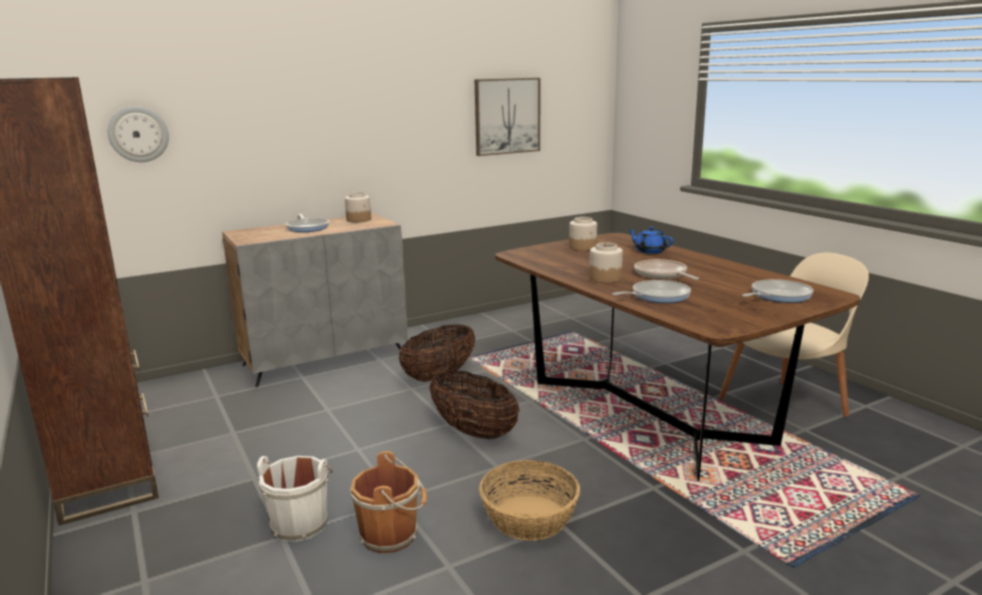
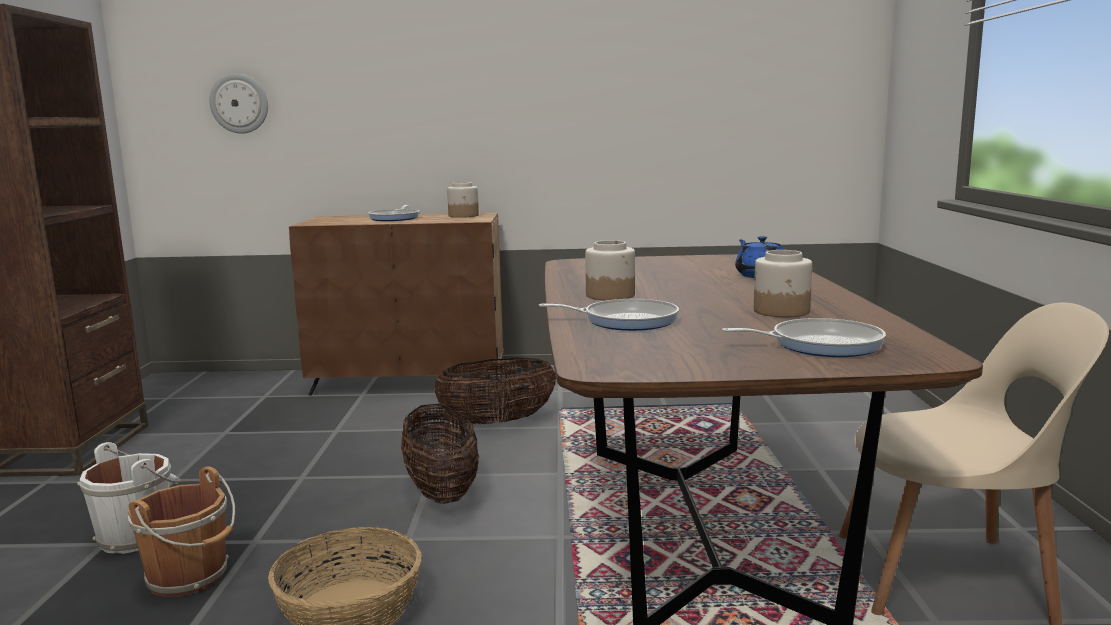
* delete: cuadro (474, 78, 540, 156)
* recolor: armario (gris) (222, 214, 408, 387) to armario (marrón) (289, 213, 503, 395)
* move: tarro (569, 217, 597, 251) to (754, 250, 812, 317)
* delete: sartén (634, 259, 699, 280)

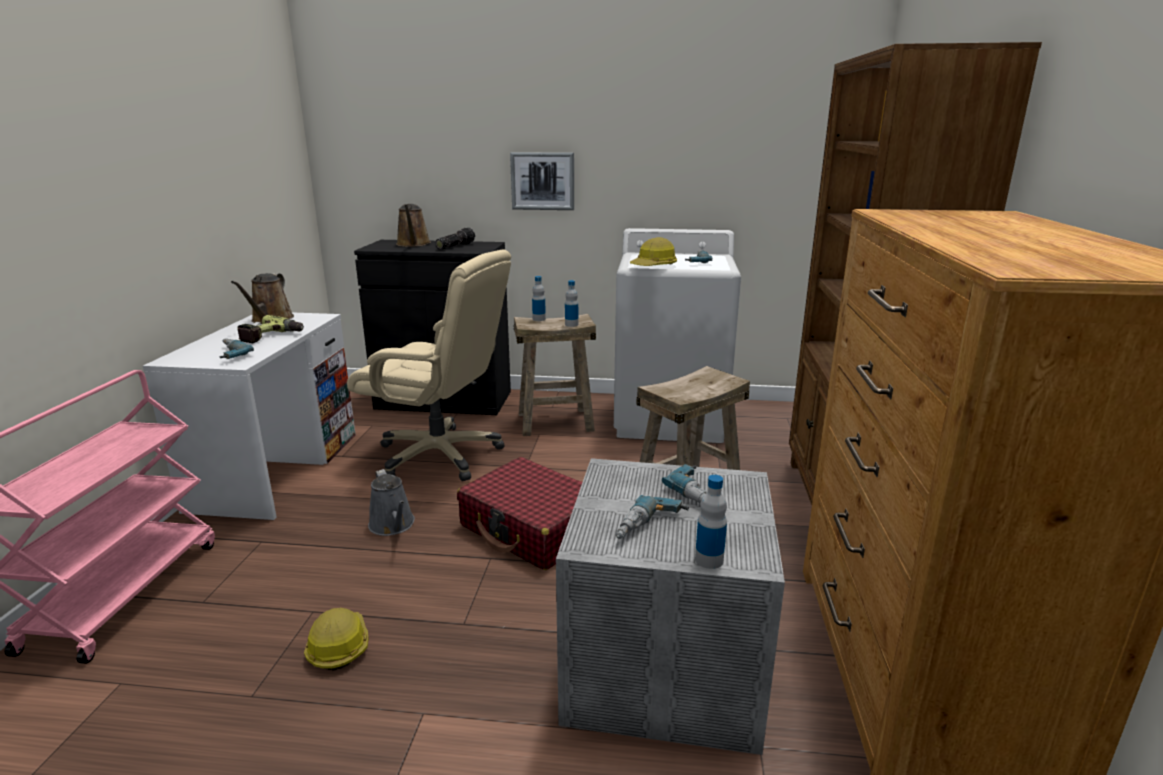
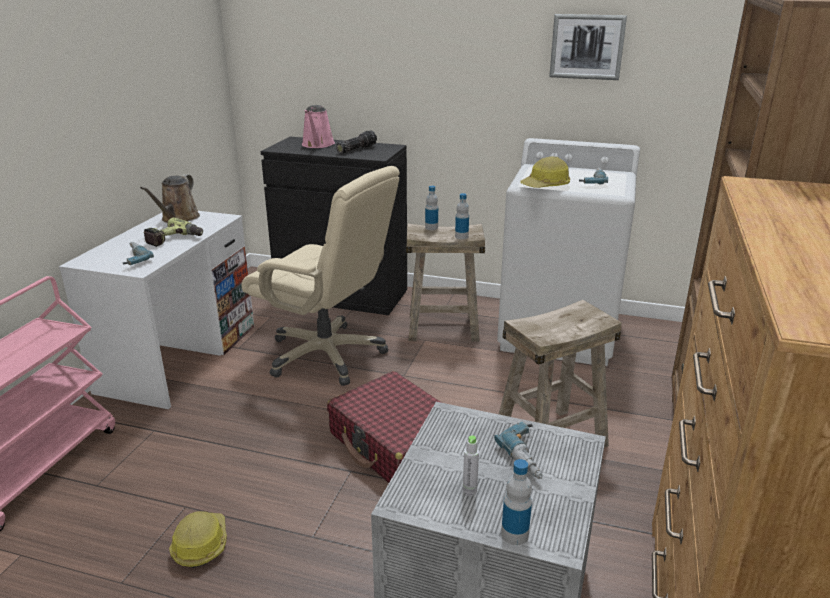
* move: cuadro (510, 152, 574, 210) to (549, 14, 627, 80)
* recolor: regadera (marrón) (396, 204, 431, 247) to regadera (rosa) (302, 105, 335, 148)
* delete: regadera (gris) (368, 469, 415, 536)
* replace: taladro (616, 495, 689, 539) to botella (gris) (463, 435, 479, 496)

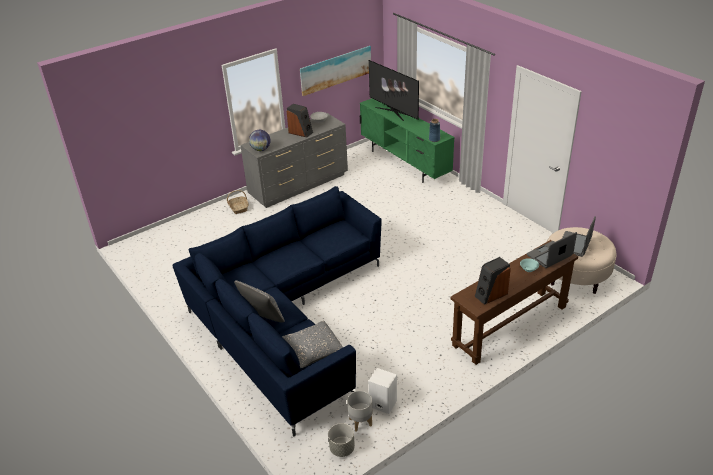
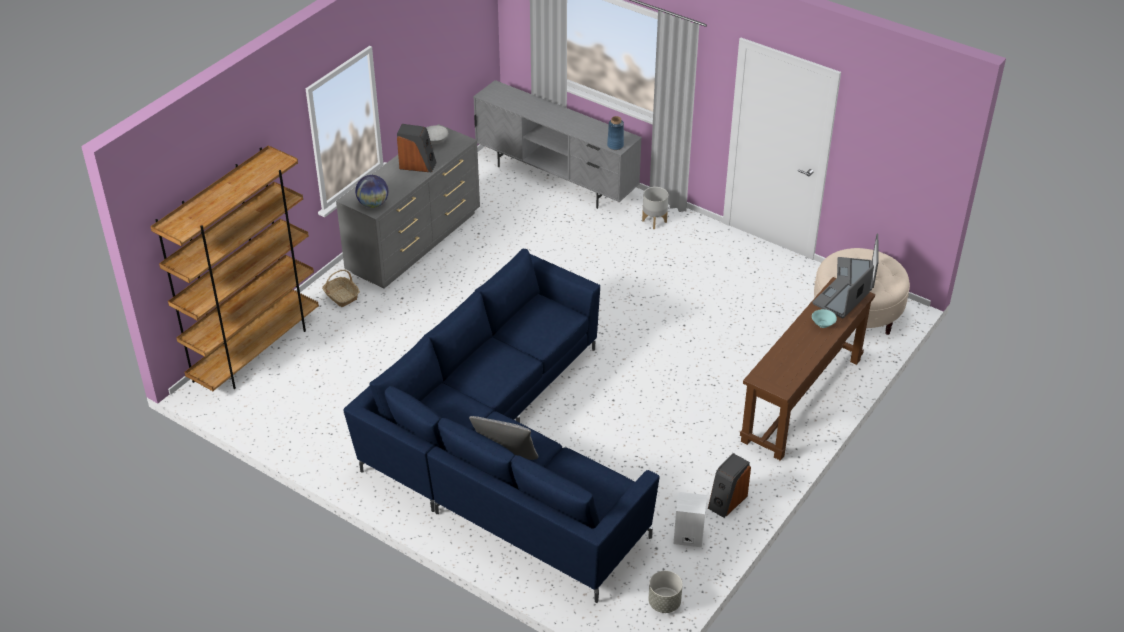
* delete: cuadro (300, 46, 371, 96)
* delete: televisor (369, 60, 419, 121)
* recolor: mueble de televisión (verde) (360, 98, 454, 183) to mueble de televisión (gris) (473, 80, 642, 209)
* move: altavoz (475, 257, 511, 305) to (708, 453, 751, 518)
* delete: cojín (gris) (282, 321, 343, 368)
* move: maceta (gris) (347, 391, 372, 432) to (642, 187, 668, 229)
* insert: estantería (marrón) (150, 145, 319, 391)

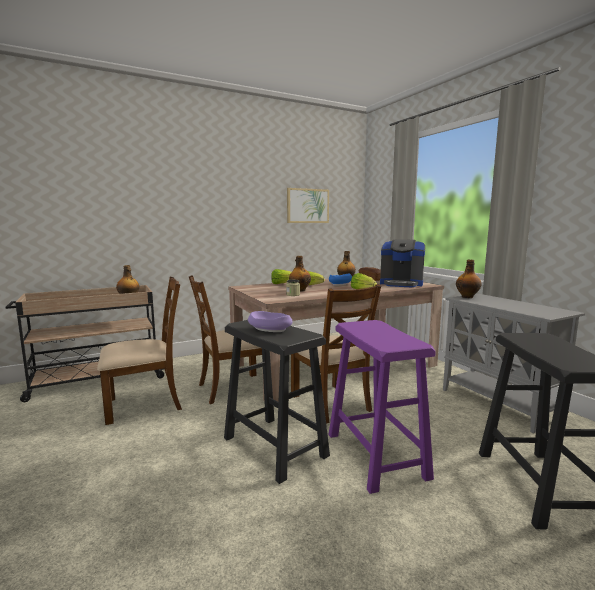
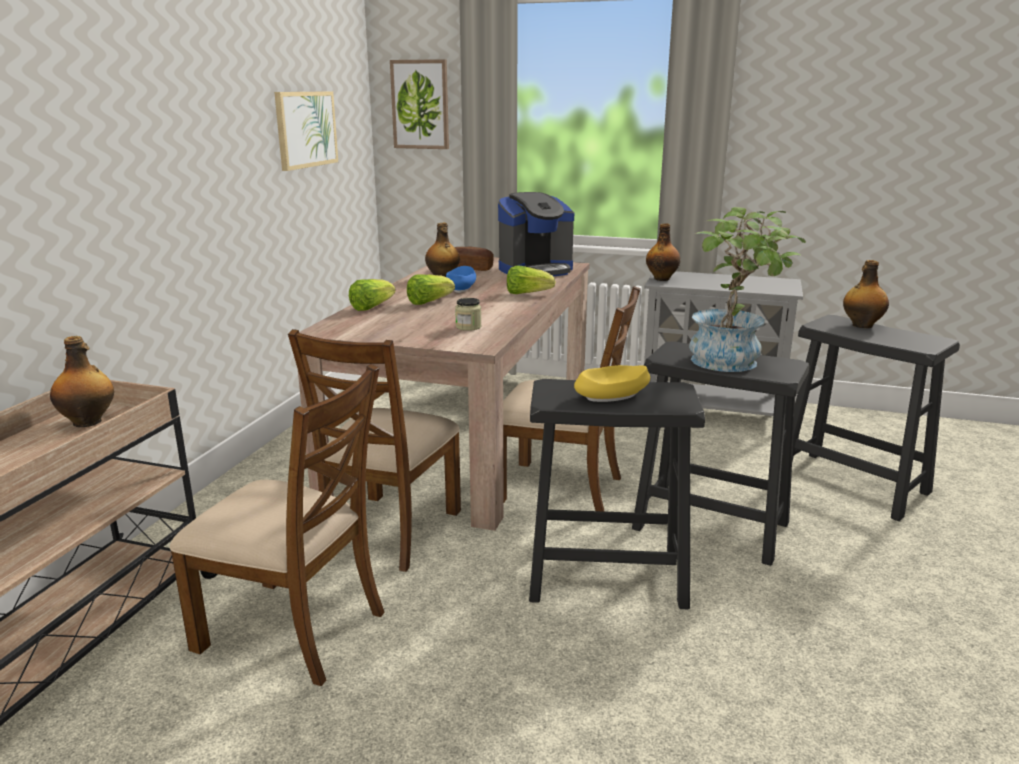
* move: botella (289, 256, 311, 292) to (843, 260, 889, 328)
* rotate: silla (marrón) (97, 276, 182, 425) = (170, 364, 385, 686) 90 degrees clockwise
* recolor: cuenco (morado) (248, 311, 293, 332) to cuenco (amarillo) (574, 365, 650, 402)
* recolor: taburete (morado) (329, 320, 436, 494) to taburete (negro) (632, 341, 809, 566)
* insert: cuadro (390, 59, 449, 149)
* insert: planta en maceta (689, 207, 806, 372)

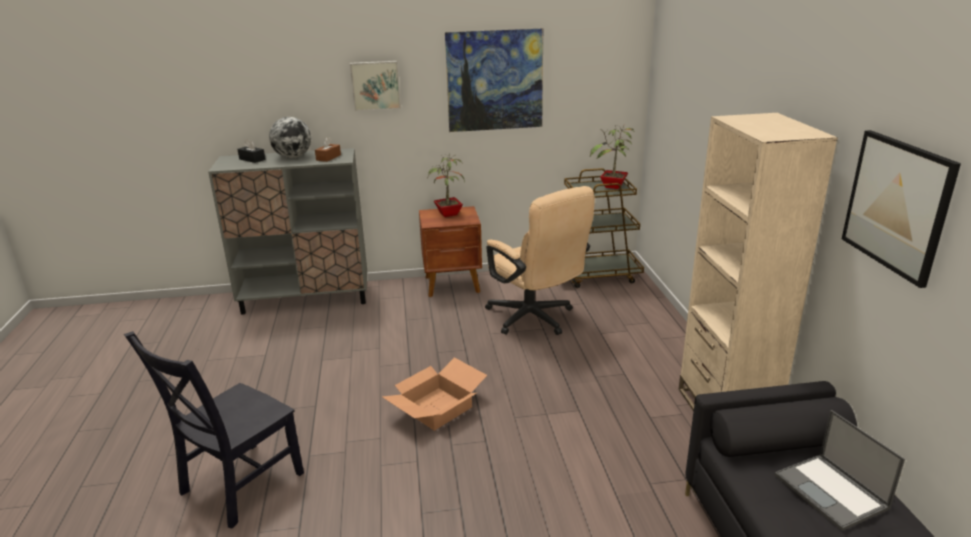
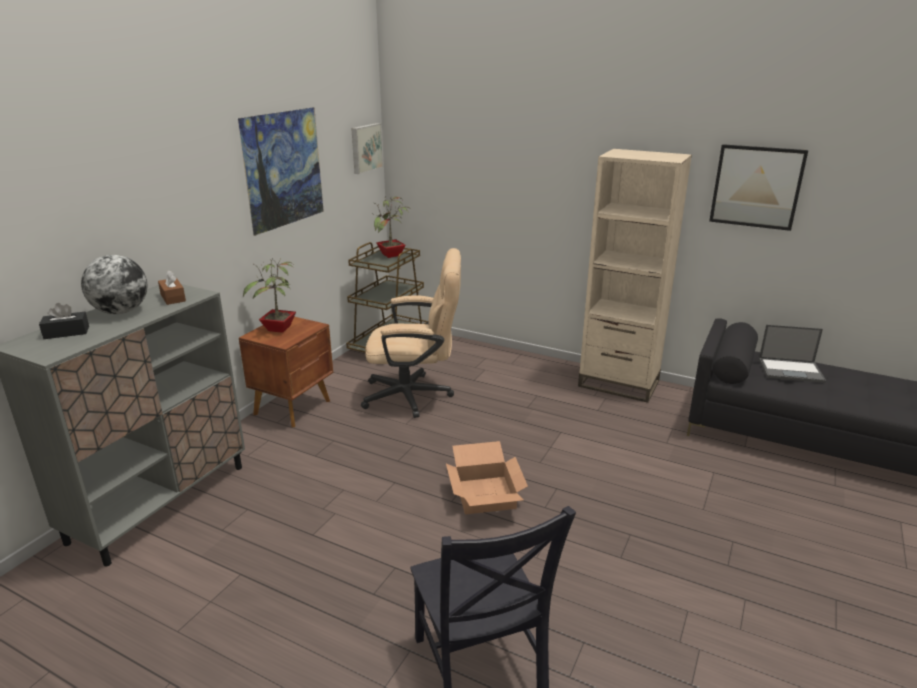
* move: cuadro (350, 61, 401, 111) to (351, 123, 383, 174)

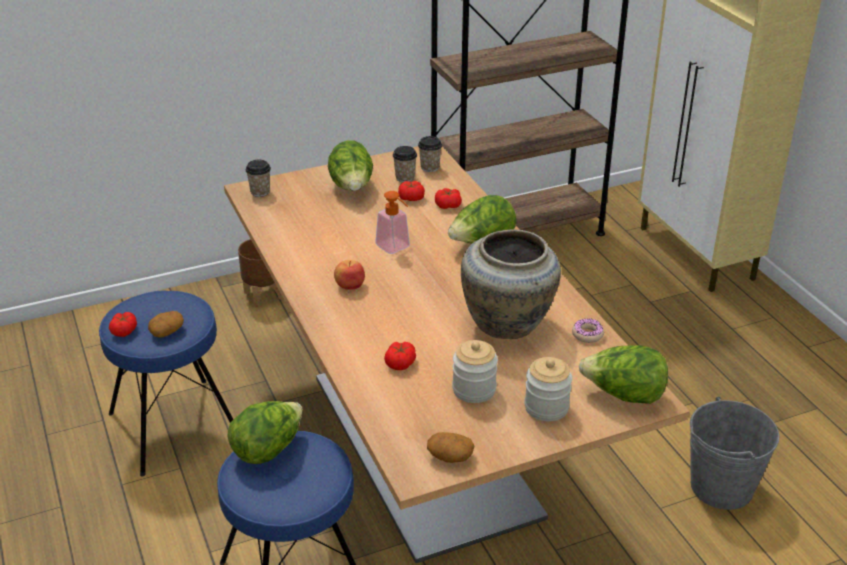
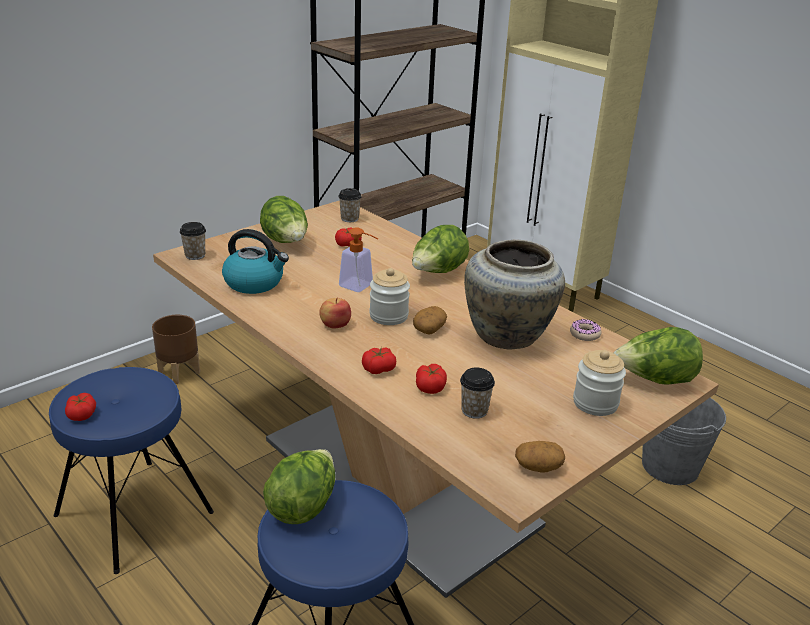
* move: taza (393, 146, 417, 182) to (460, 368, 495, 419)
* move: tomate (435, 188, 462, 209) to (362, 347, 396, 374)
* move: patata (148, 311, 184, 338) to (413, 306, 447, 335)
* move: tarro (452, 340, 498, 403) to (369, 268, 410, 325)
* insert: hervidor (222, 229, 289, 294)

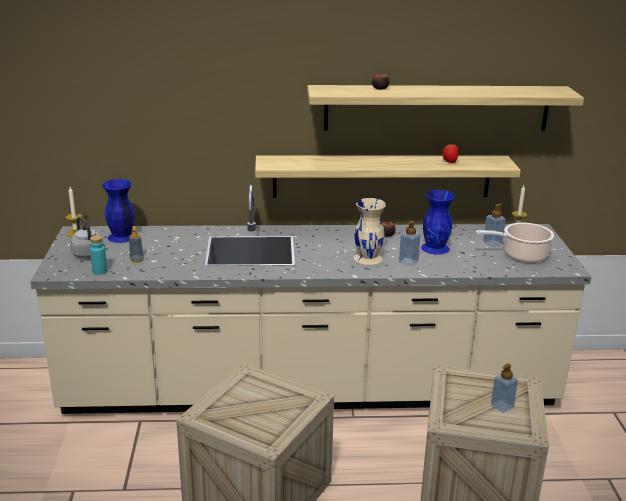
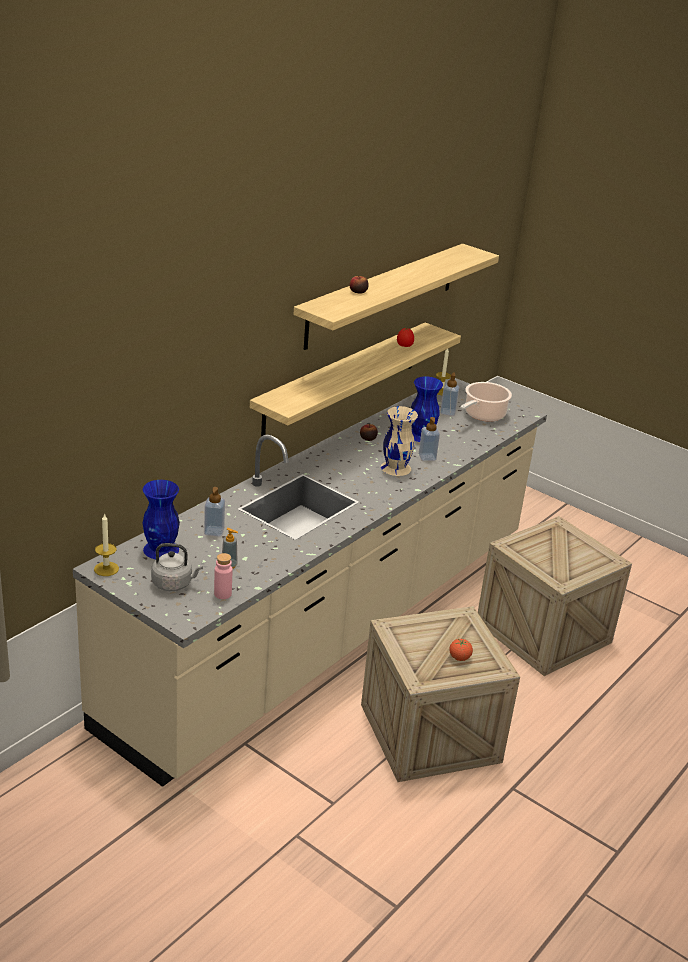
* recolor: botella (turquesa) (90, 235, 107, 275) to botella (rosa) (214, 553, 233, 599)
* move: dispensador de jabón (491, 364, 518, 413) to (204, 487, 225, 537)
* insert: tomate (449, 639, 473, 661)

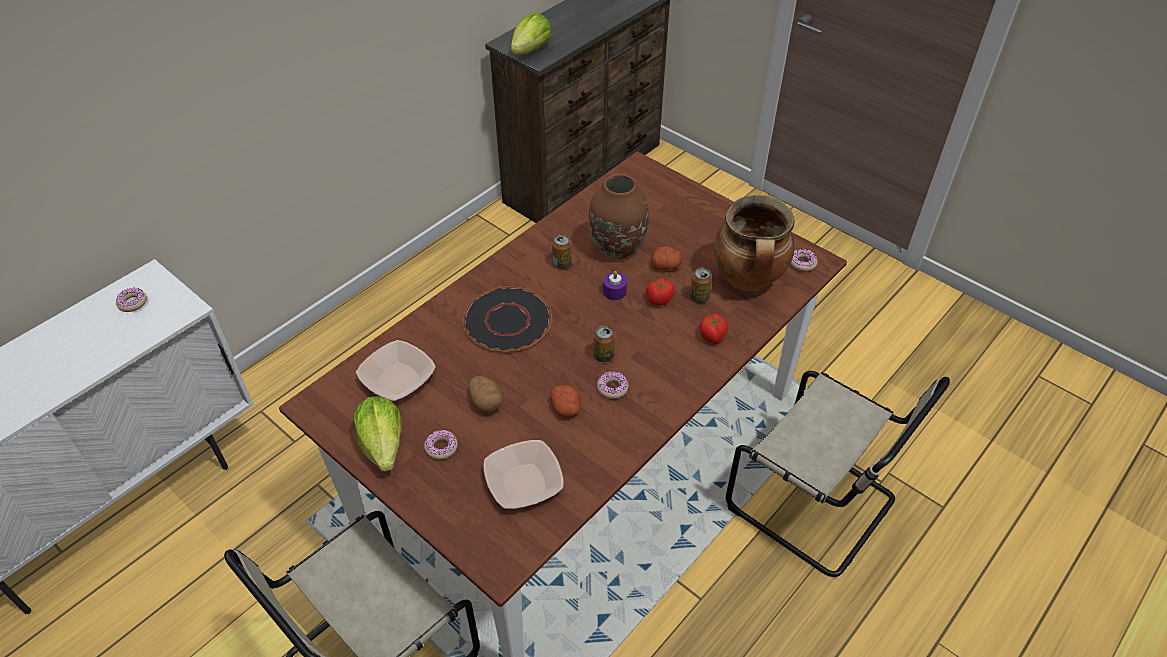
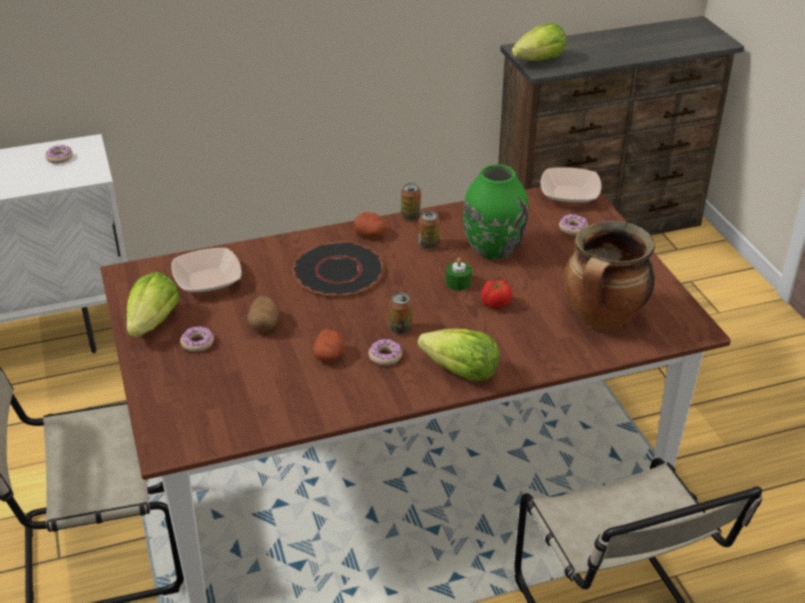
* recolor: florero (marrón) (589, 174, 649, 259) to florero (verde) (463, 164, 528, 260)
* move: patata (651, 246, 683, 270) to (353, 212, 387, 238)
* move: rosquilla (791, 249, 818, 271) to (559, 214, 588, 235)
* move: lata (690, 268, 712, 303) to (401, 183, 421, 220)
* recolor: vela (morado) (603, 271, 627, 300) to vela (verde) (446, 257, 472, 291)
* delete: tomate (699, 314, 728, 343)
* move: cuenco (483, 440, 563, 509) to (540, 167, 602, 205)
* insert: lechuga (418, 329, 500, 381)

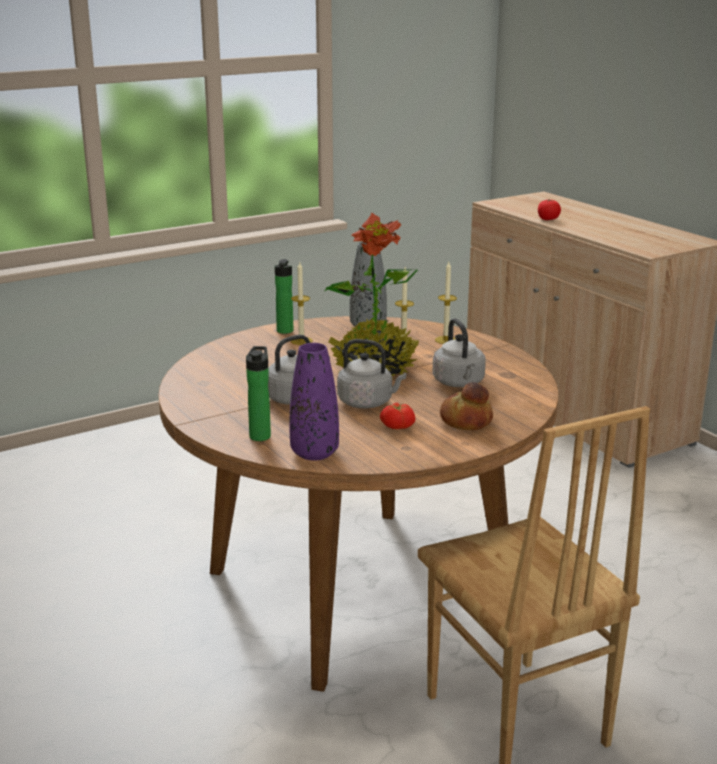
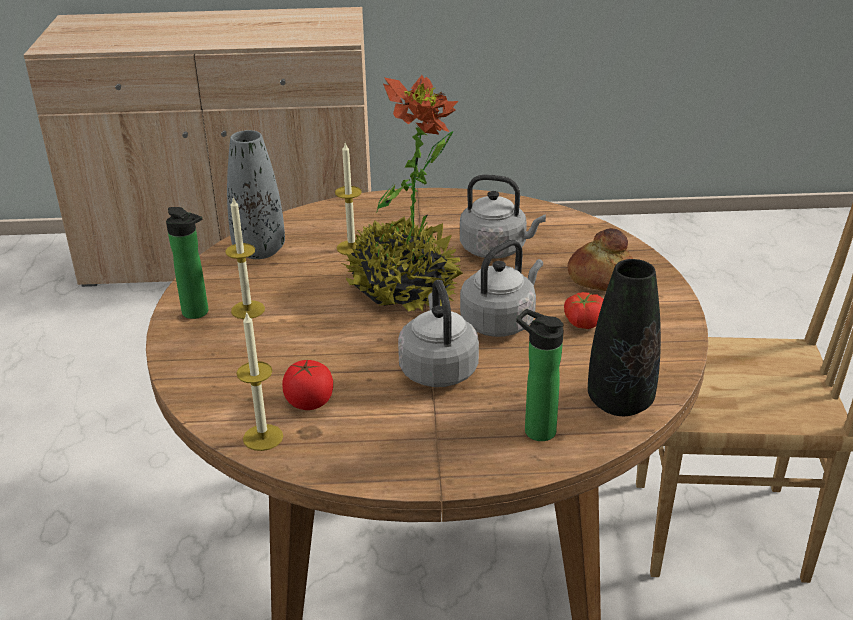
* move: tomate (538, 199, 561, 220) to (282, 359, 333, 410)
* move: vela (435, 262, 457, 344) to (237, 311, 283, 451)
* recolor: florero (morado) (289, 343, 339, 461) to florero (negro) (588, 259, 661, 416)

